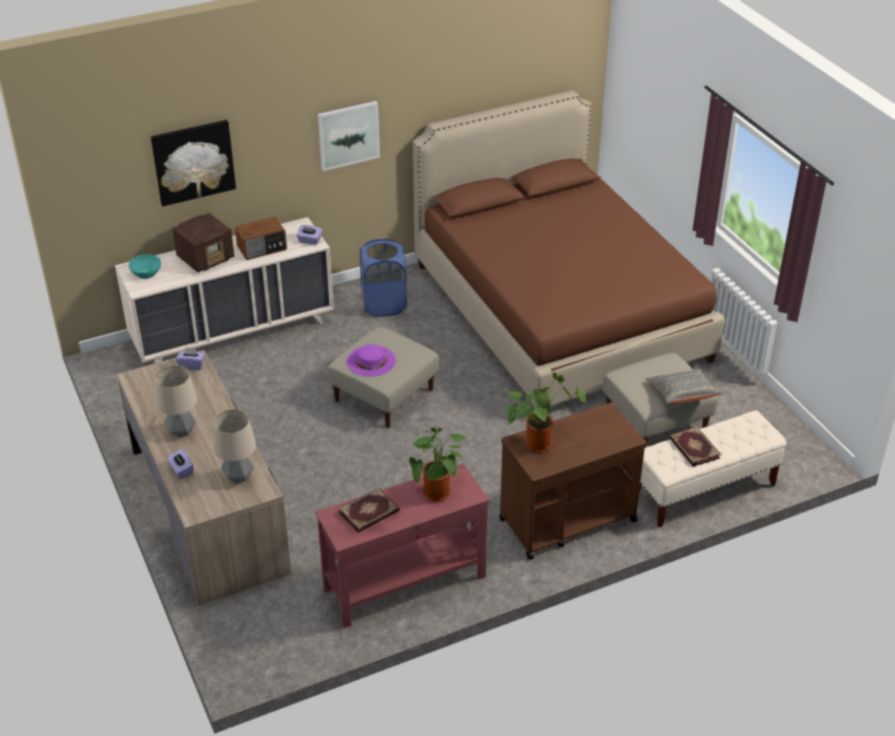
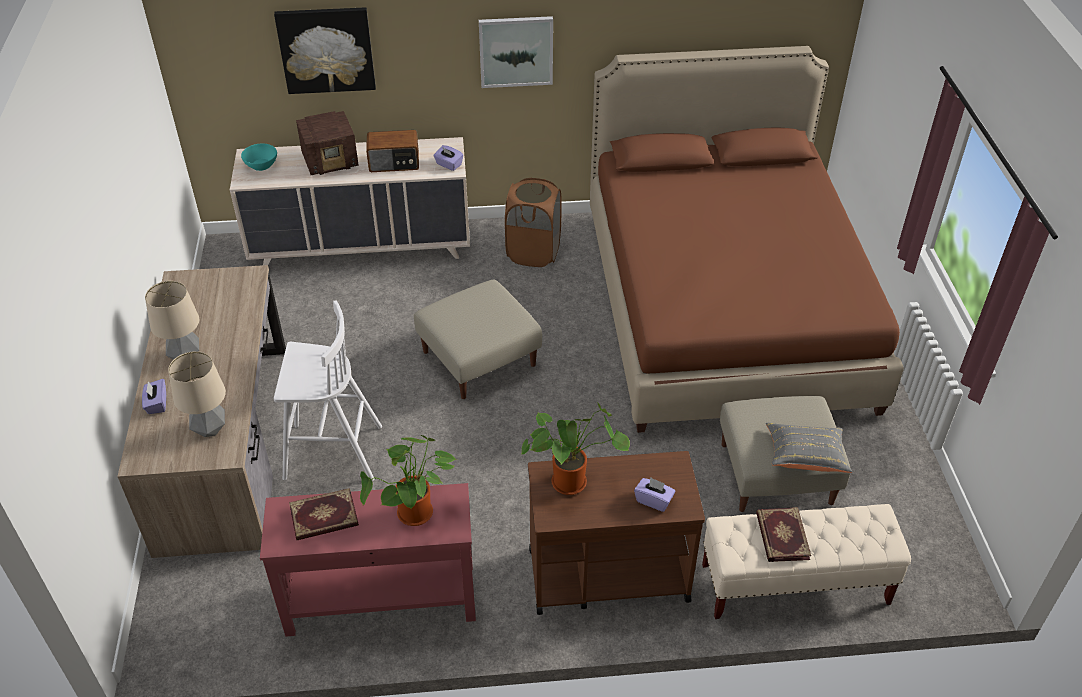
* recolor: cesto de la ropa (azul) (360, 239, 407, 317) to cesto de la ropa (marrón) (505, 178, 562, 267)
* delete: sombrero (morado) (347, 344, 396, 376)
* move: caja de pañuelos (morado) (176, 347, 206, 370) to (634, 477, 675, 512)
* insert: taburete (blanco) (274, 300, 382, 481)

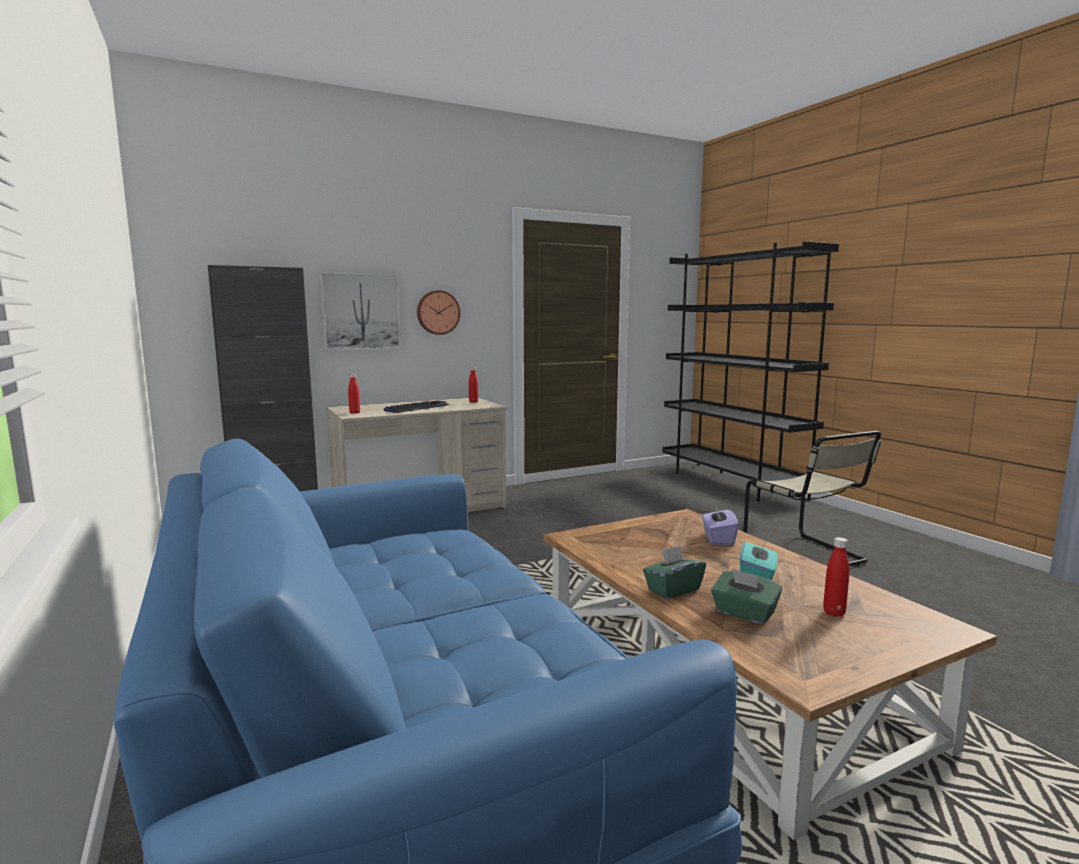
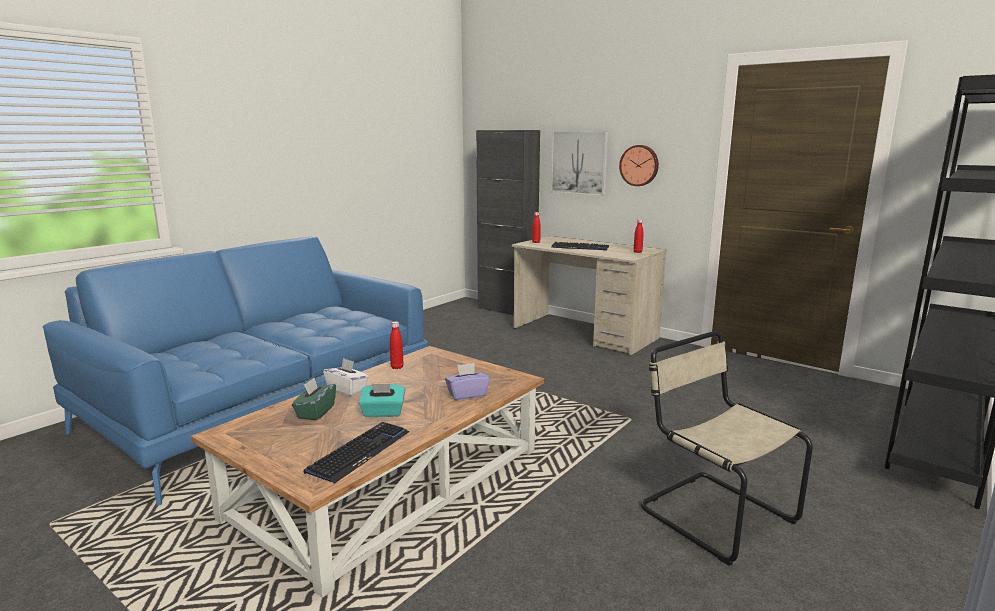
* rotate: silla (beis) (743, 431, 881, 566) = (641, 331, 813, 566) 105 degrees clockwise
* move: botella (rojo) (823, 537, 849, 617) to (390, 321, 403, 369)
* recolor: caja de pañuelos (verde) (643, 545, 706, 599) to caja de pañuelos (blanco) (323, 358, 369, 396)
* insert: teclado (304, 422, 409, 484)

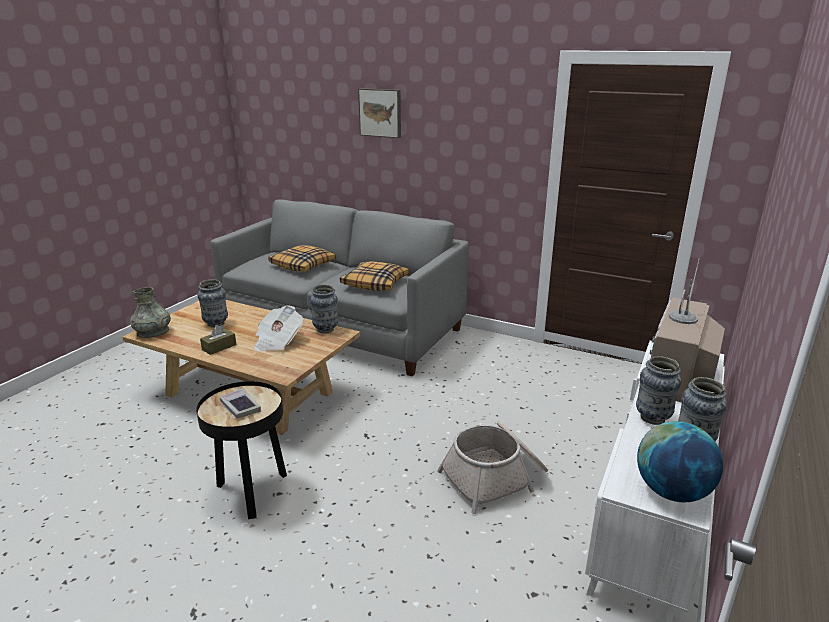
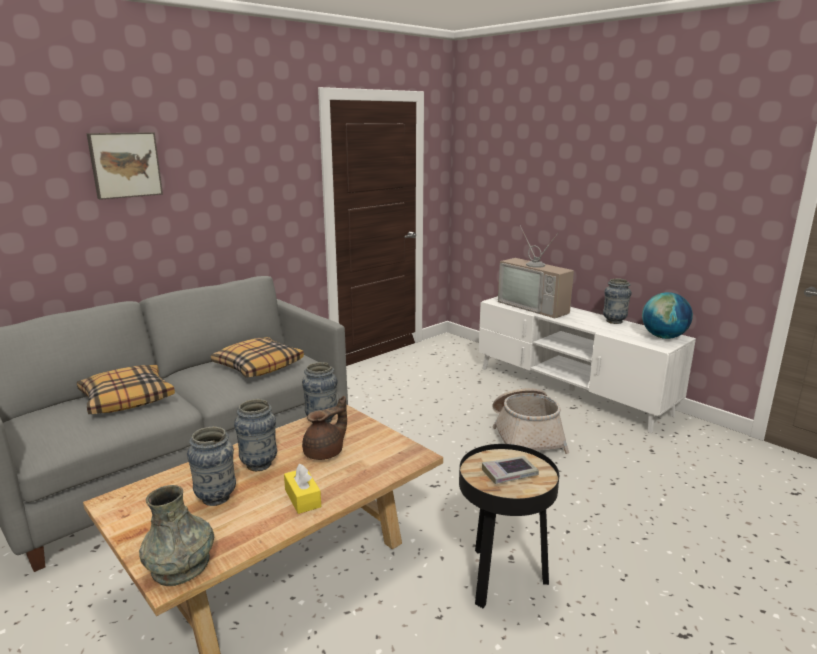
* replace: periódico (254, 305, 303, 351) to tetera (marrón) (302, 396, 347, 460)
* recolor: caja de pañuelos (marrón) (200, 325, 236, 355) to caja de pañuelos (amarillo) (284, 464, 321, 514)
* move: florero (636, 356, 682, 425) to (234, 399, 277, 471)

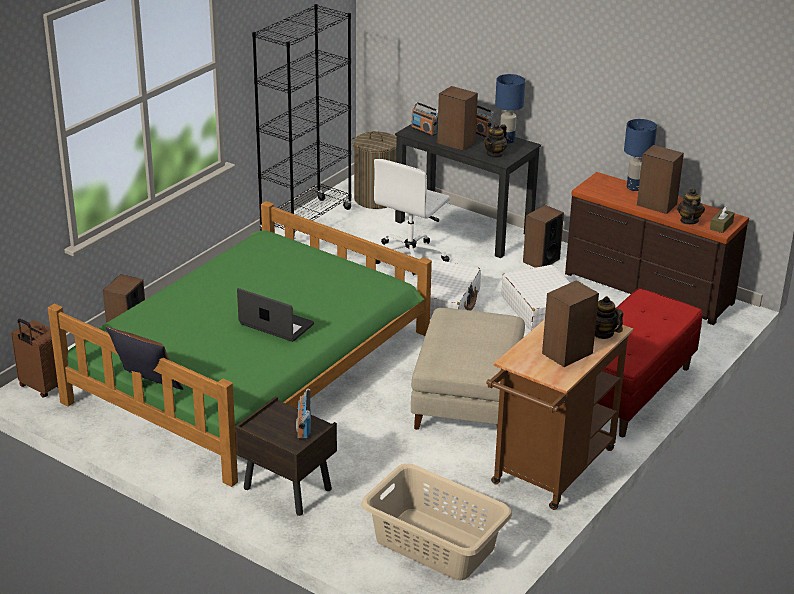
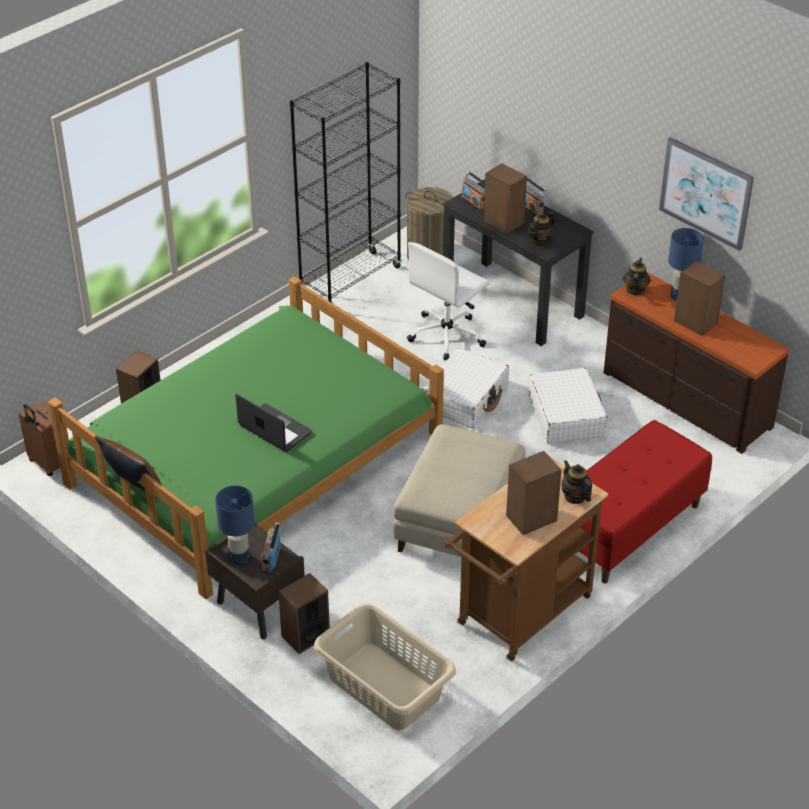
* move: lámpara de mesa (azul) (495, 74, 525, 143) to (215, 486, 255, 565)
* move: tetera (677, 188, 705, 225) to (623, 258, 651, 295)
* move: altavoz (523, 205, 564, 268) to (278, 573, 330, 654)
* delete: caja de pañuelos (marrón) (710, 206, 735, 233)
* insert: cuadro (659, 137, 754, 251)

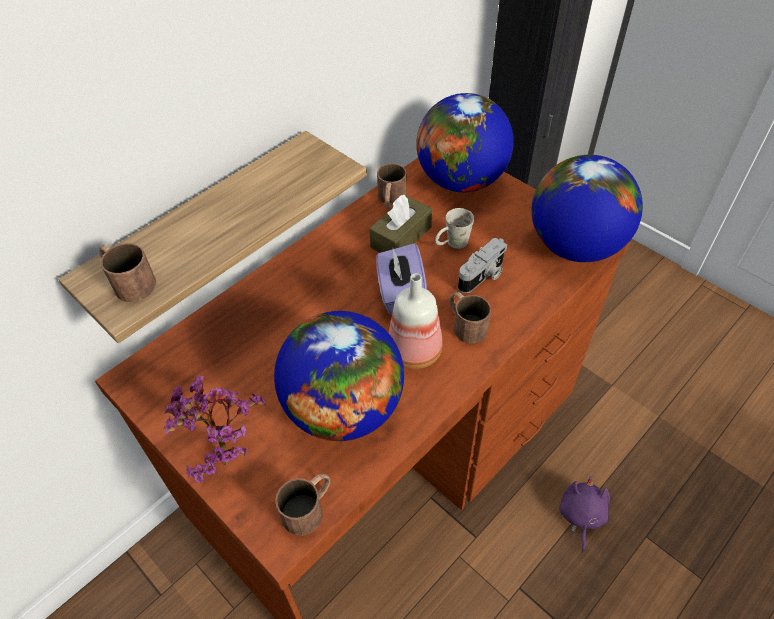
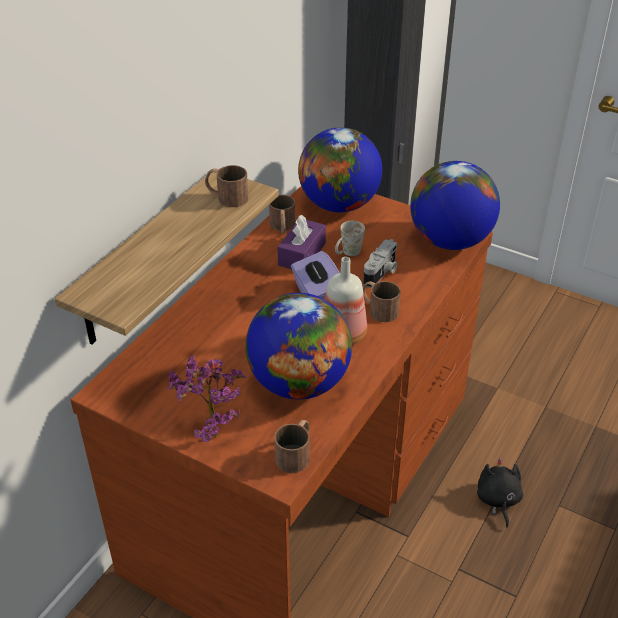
* recolor: caja de pañuelos (marrón) (369, 195, 432, 253) to caja de pañuelos (morado) (278, 215, 326, 269)
* move: taza grande (marrón) (99, 243, 156, 302) to (205, 165, 248, 207)
* recolor: peluche (morado) (559, 477, 610, 552) to peluche (negro) (477, 458, 523, 528)

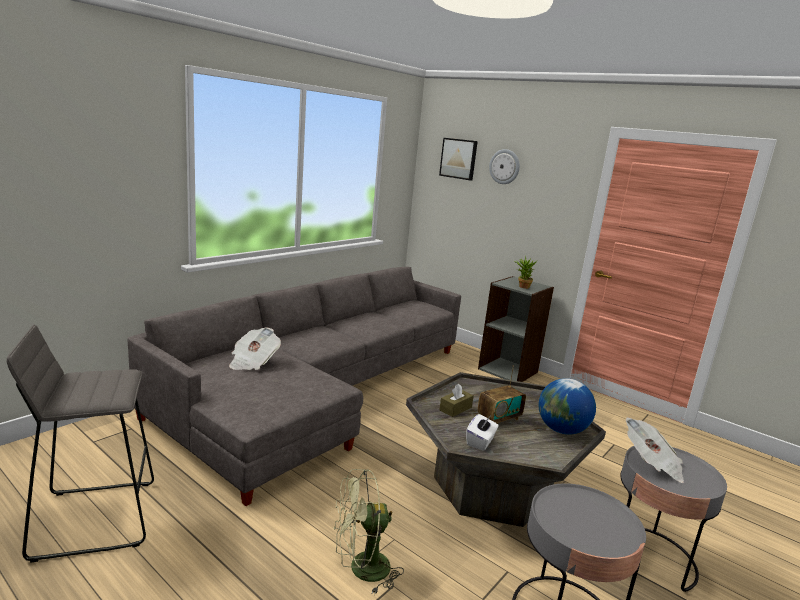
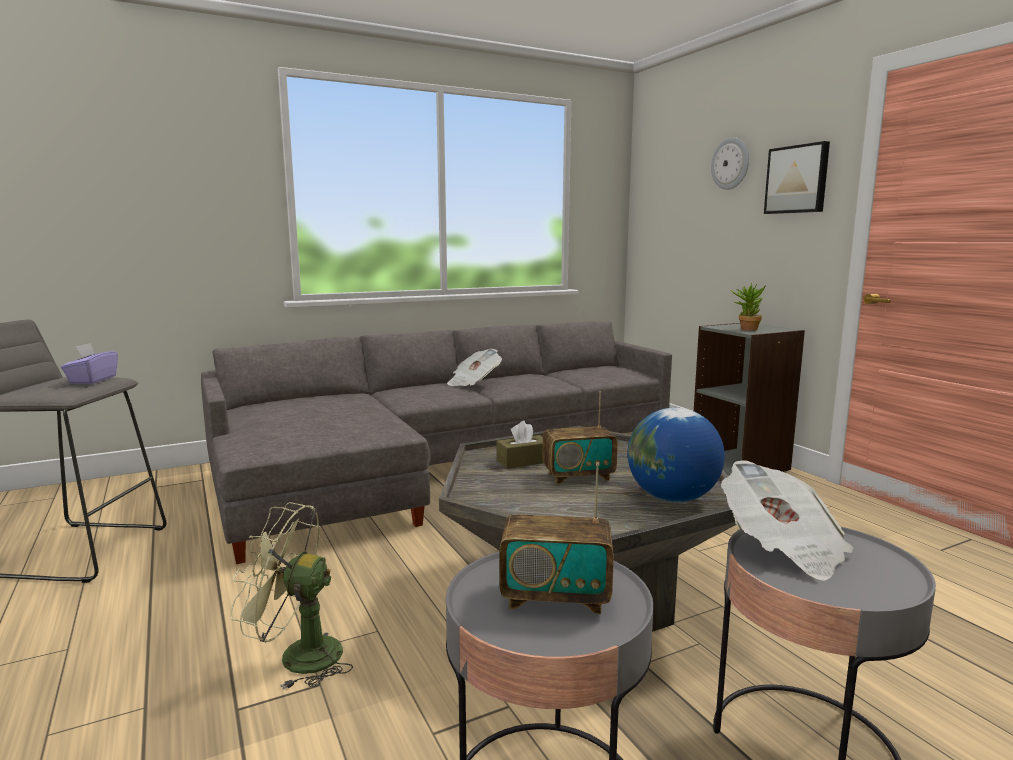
* move: cuadro (439, 138, 478, 180) to (764, 141, 830, 214)
* move: periódico (229, 327, 281, 370) to (447, 349, 502, 386)
* delete: caja de pañuelos (blanco) (466, 414, 499, 451)
* insert: caja de pañuelos (morado) (61, 343, 118, 384)
* insert: radio (499, 462, 614, 614)

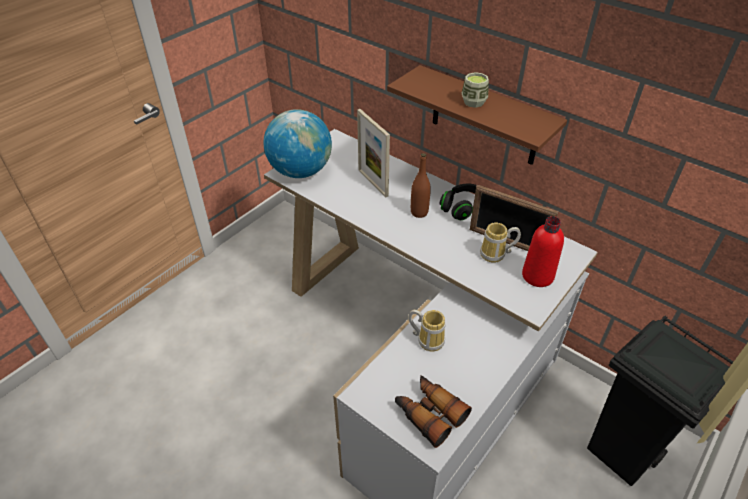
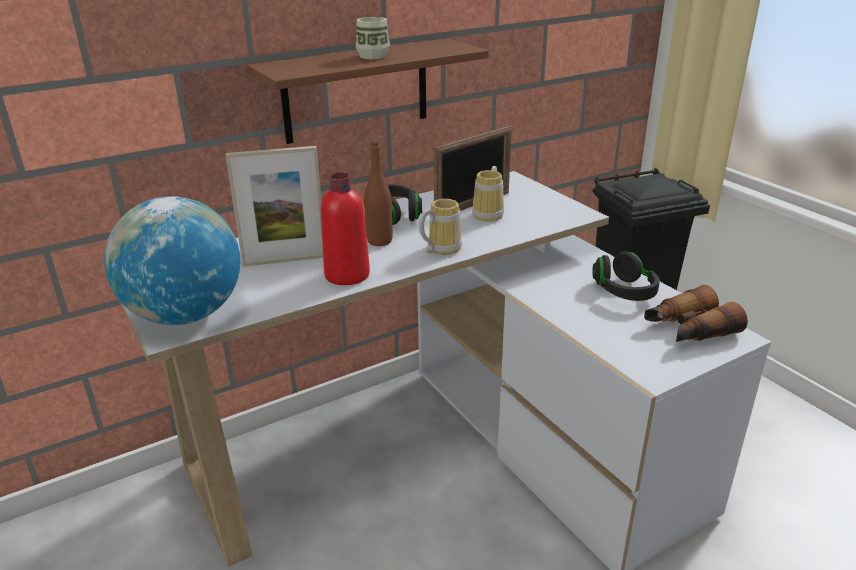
* move: botella (rojo) (522, 216, 564, 287) to (321, 172, 370, 285)
* move: taza grande (408, 310, 446, 351) to (419, 199, 462, 255)
* insert: auriculares (negro) (592, 251, 660, 301)

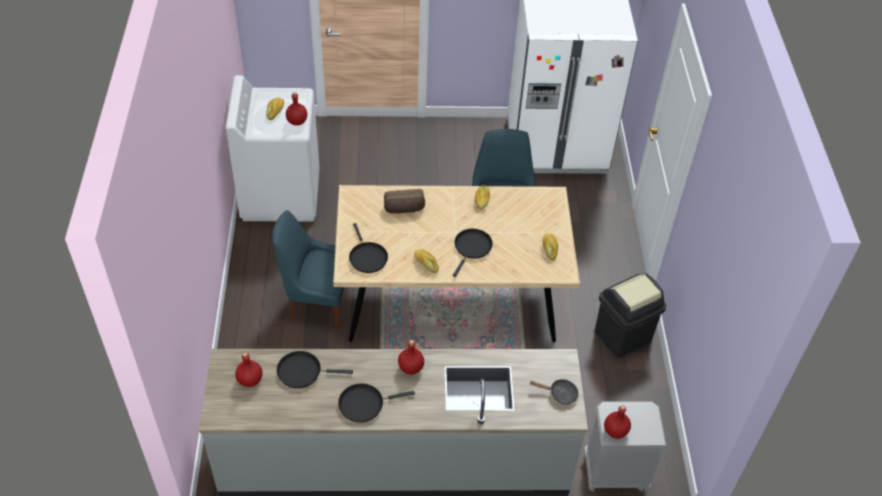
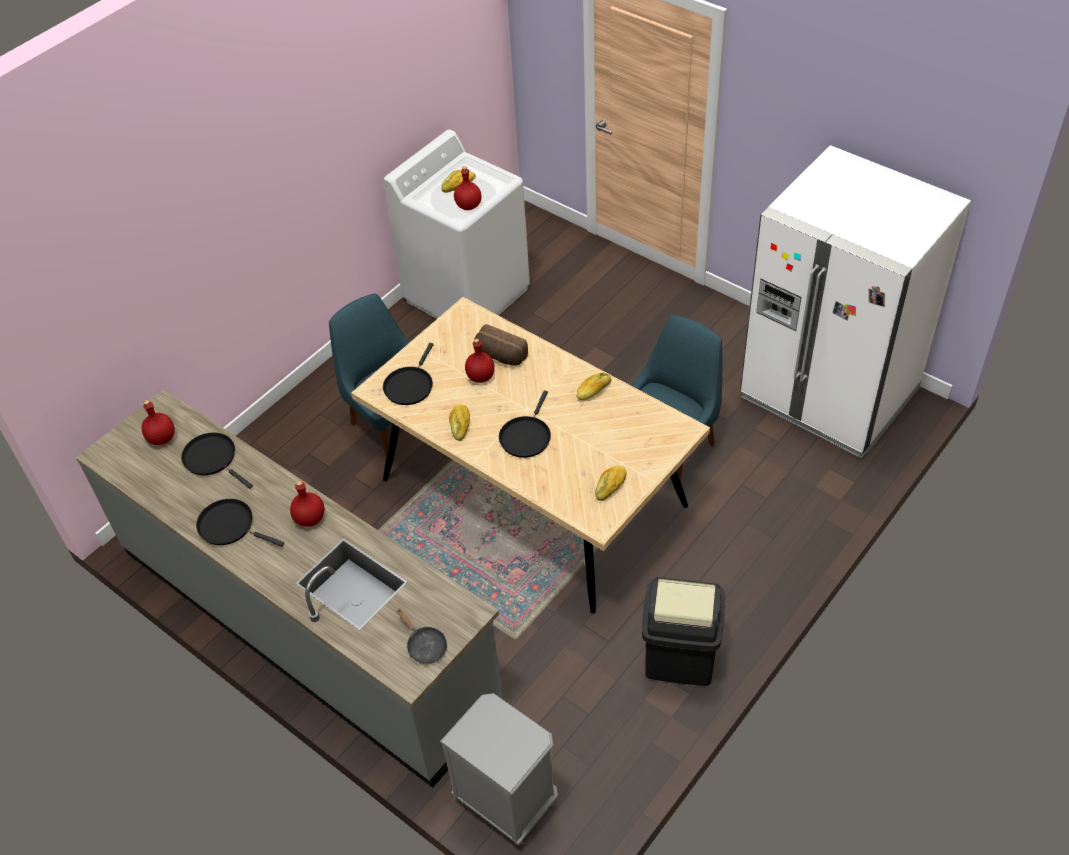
* rotate: sartén (negro) (453, 229, 493, 277) = (499, 390, 551, 458) 135 degrees clockwise
* move: botella (rojo) (604, 405, 631, 439) to (465, 338, 495, 383)

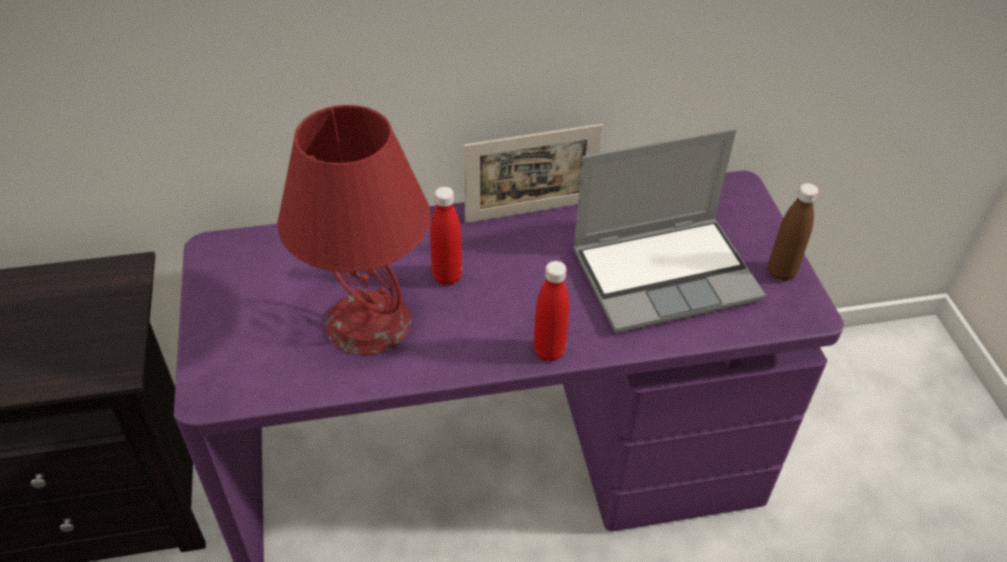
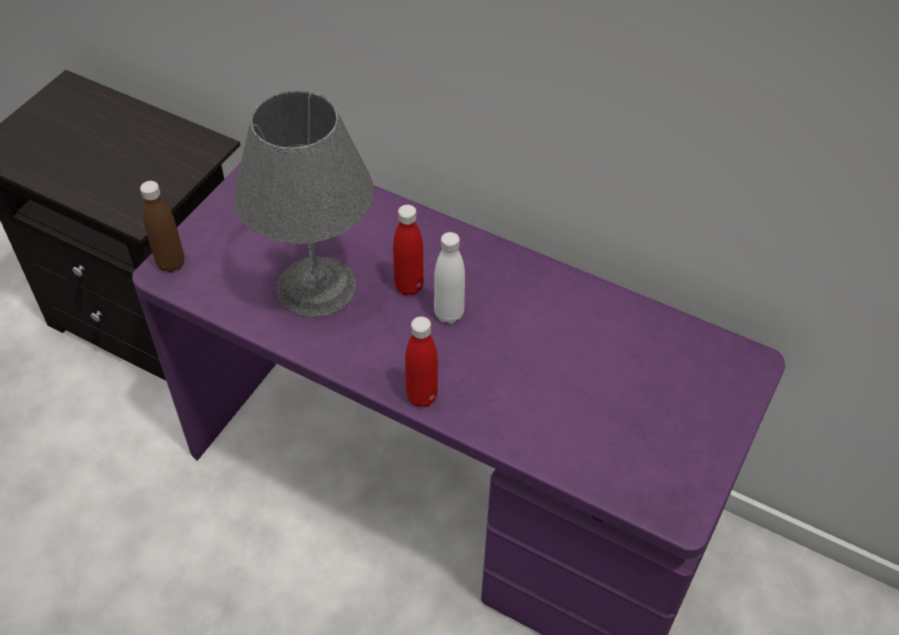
* recolor: lámpara de mesa (rojo) (277, 105, 431, 355) to lámpara de mesa (gris) (234, 90, 374, 318)
* delete: portarretratos (464, 124, 603, 223)
* delete: portátil (573, 129, 766, 334)
* move: botella (marrón) (768, 183, 819, 281) to (140, 181, 184, 272)
* insert: botella (blanco) (434, 232, 465, 324)

